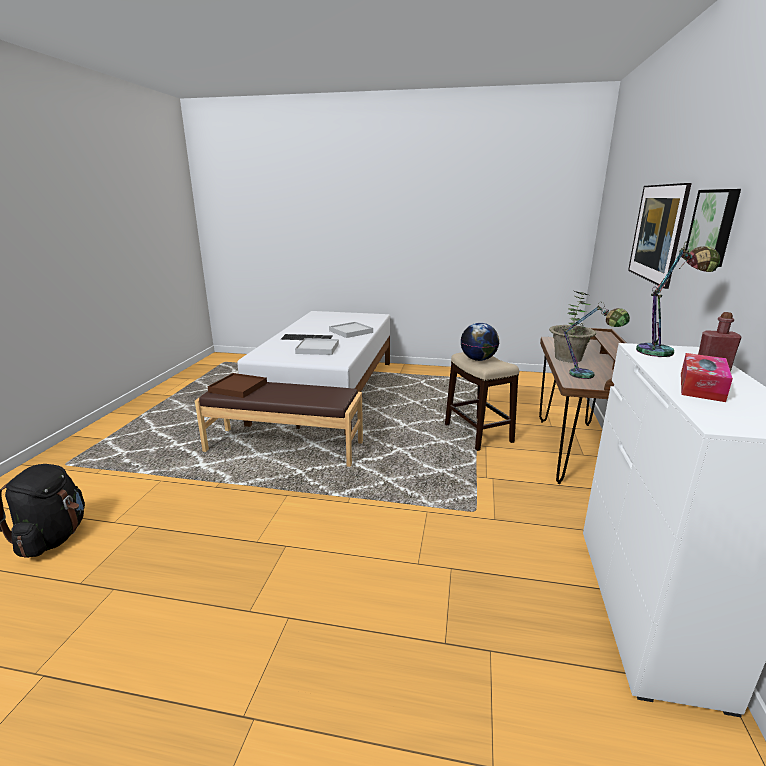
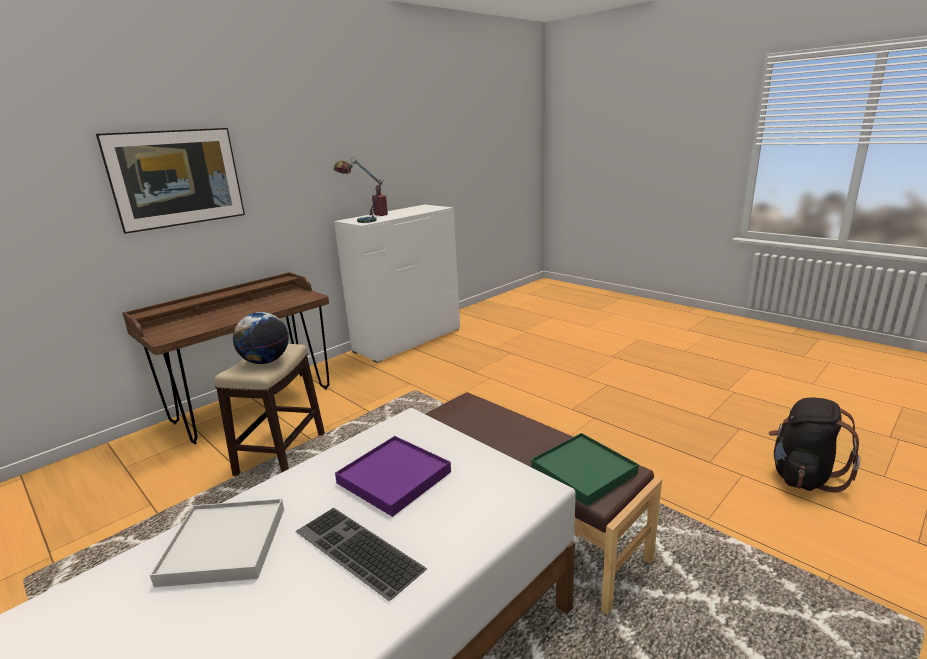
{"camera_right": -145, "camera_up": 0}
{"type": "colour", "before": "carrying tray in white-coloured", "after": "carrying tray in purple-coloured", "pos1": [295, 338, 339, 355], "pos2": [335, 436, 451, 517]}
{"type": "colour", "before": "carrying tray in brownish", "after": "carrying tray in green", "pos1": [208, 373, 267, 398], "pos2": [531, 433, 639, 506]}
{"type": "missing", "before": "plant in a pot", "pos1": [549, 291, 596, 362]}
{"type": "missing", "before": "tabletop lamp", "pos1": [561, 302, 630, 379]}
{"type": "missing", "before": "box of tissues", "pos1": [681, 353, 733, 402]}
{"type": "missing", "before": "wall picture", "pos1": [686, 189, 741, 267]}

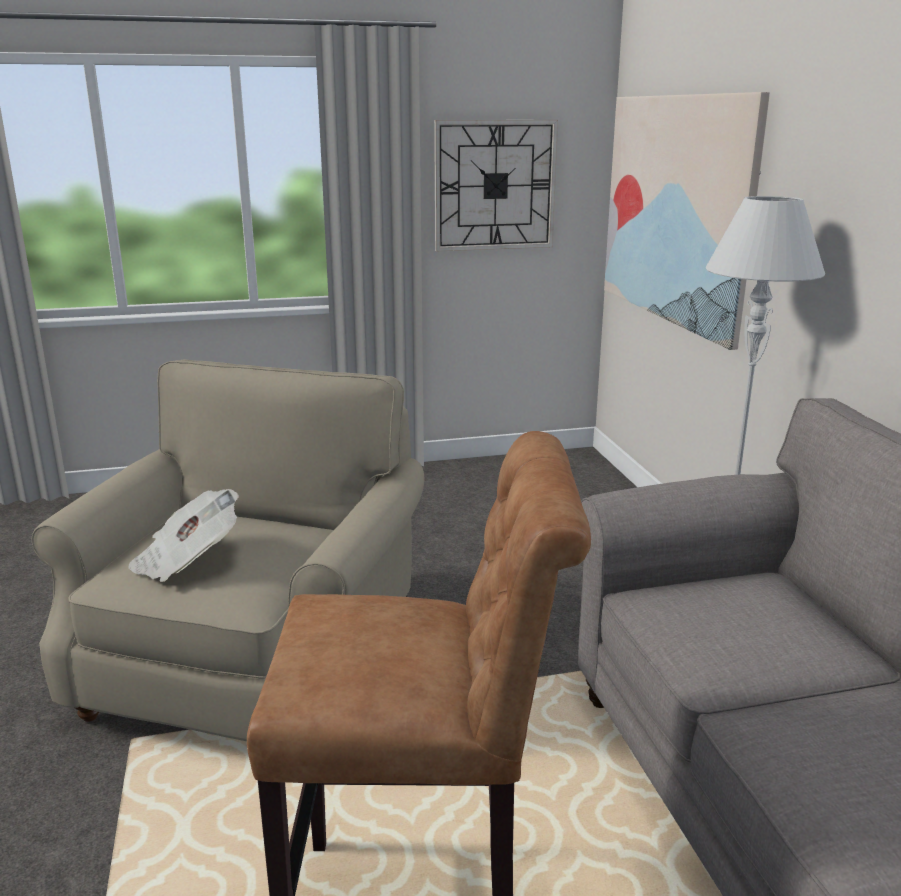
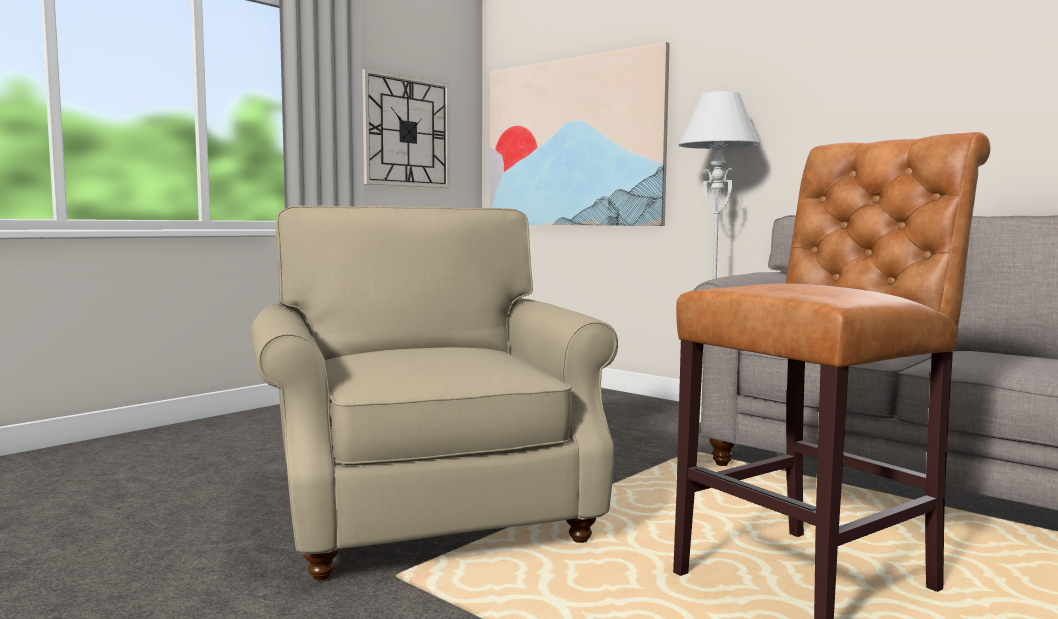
{"camera_right": -35, "camera_up": -15}
{"type": "missing", "before": "newspaper", "pos1": [128, 489, 239, 582]}

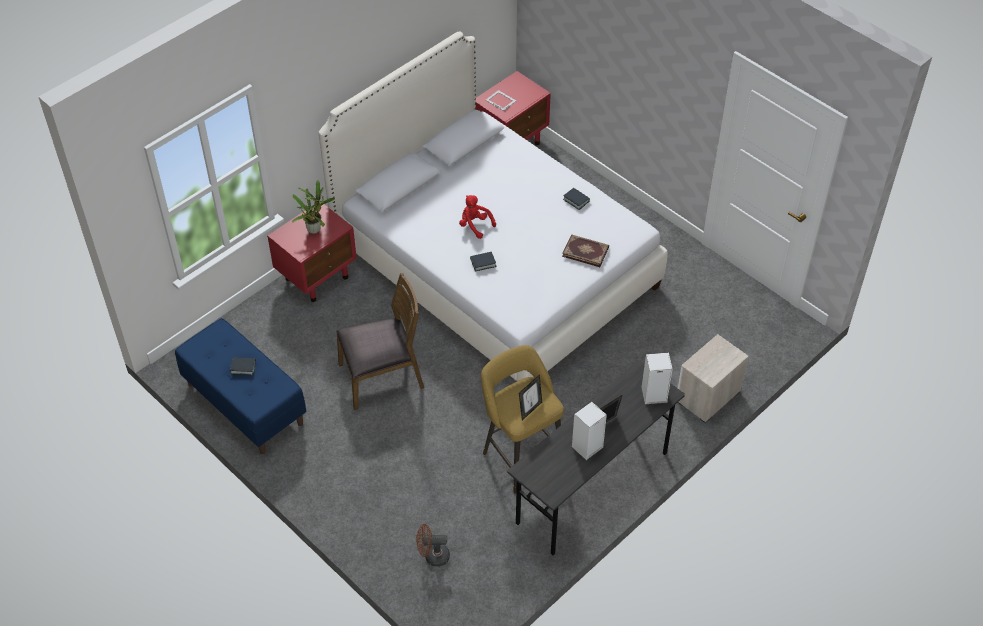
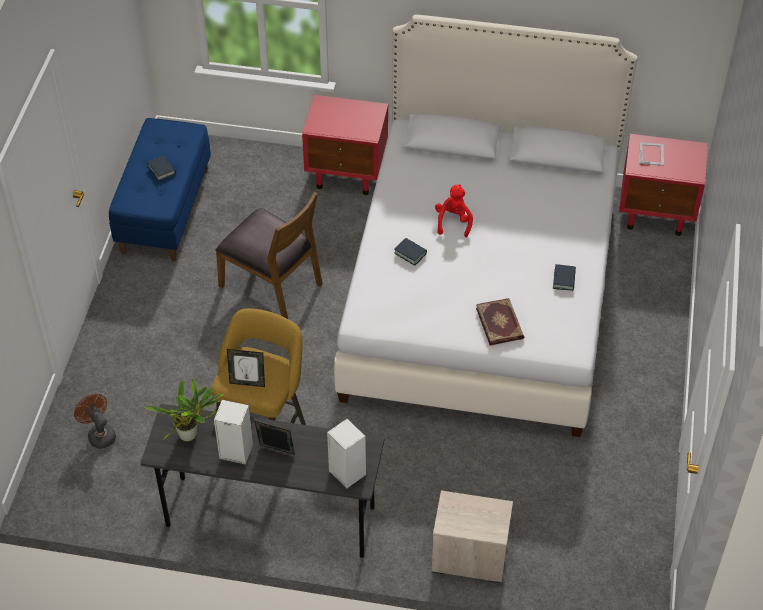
{"camera_right": 55, "camera_up": 0}
{"type": "relocated", "before": "plant in a pot", "pos1": [292, 180, 335, 234], "pos2": [144, 379, 225, 441]}

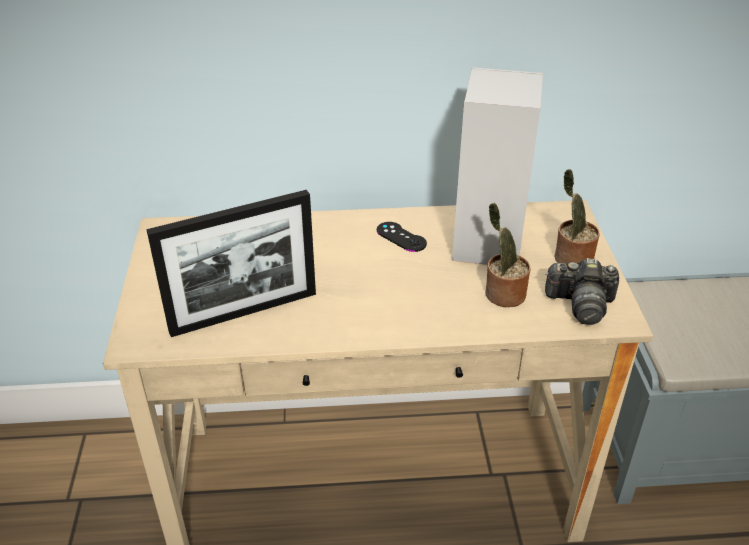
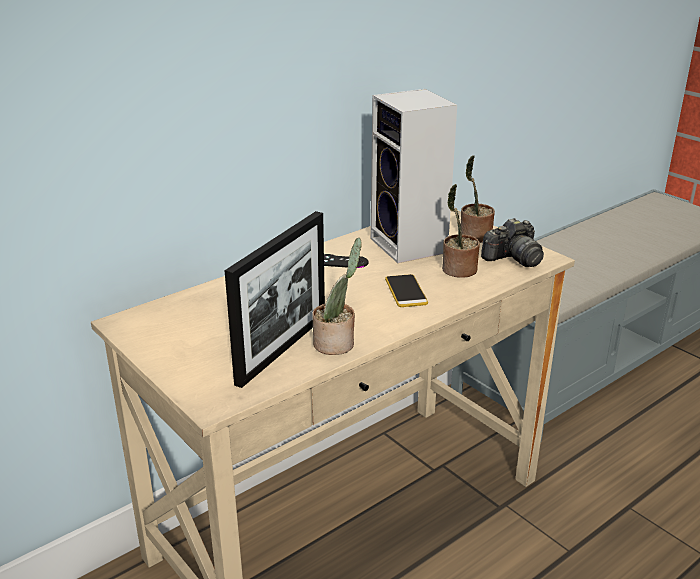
{"camera_right": -35, "camera_up": -10}
{"type": "appeared", "after": "plant in a pot", "pos2": [312, 238, 362, 355]}
{"type": "appeared", "after": "telephone", "pos2": [385, 274, 428, 307]}

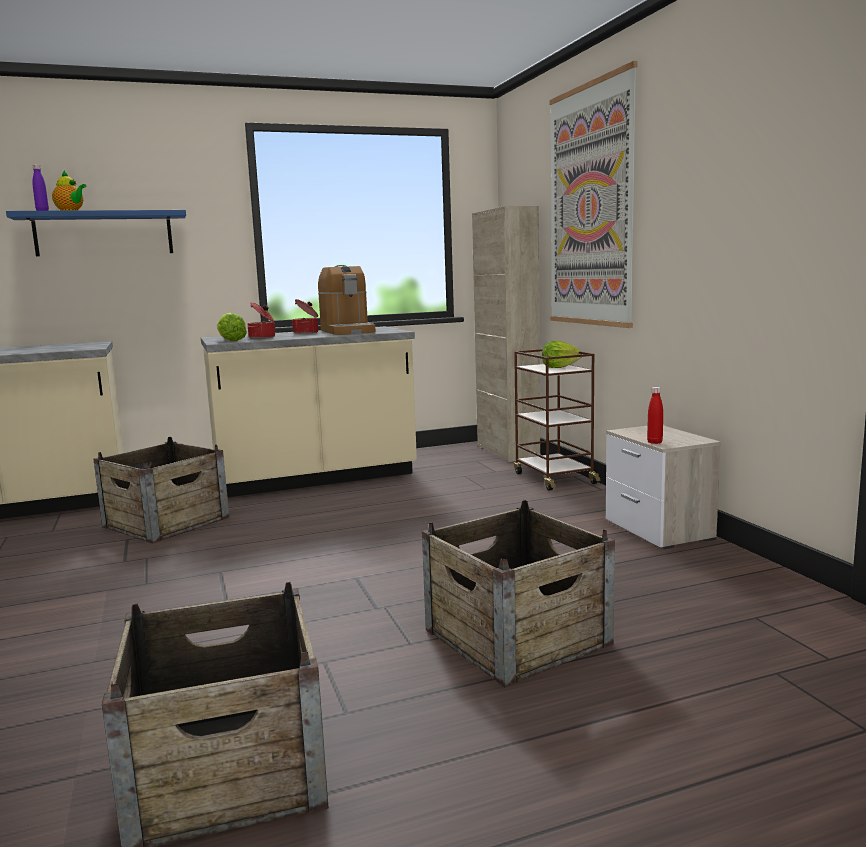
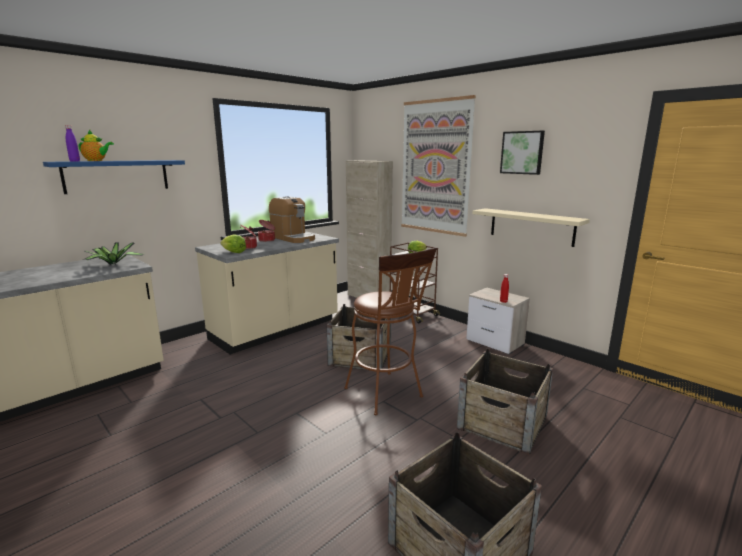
{"camera_right": -25, "camera_up": 5}
{"type": "appeared", "after": "plant in a pot", "pos2": [83, 242, 144, 265]}
{"type": "relocated", "before": "packing crate", "pos1": [93, 437, 229, 544], "pos2": [327, 304, 391, 370]}
{"type": "appeared", "after": "sitting stool in brownish", "pos2": [344, 248, 437, 415]}
{"type": "appeared", "after": "wall shelf in sand-coloured", "pos2": [472, 208, 590, 247]}
{"type": "appeared", "after": "wall picture", "pos2": [500, 131, 545, 175]}

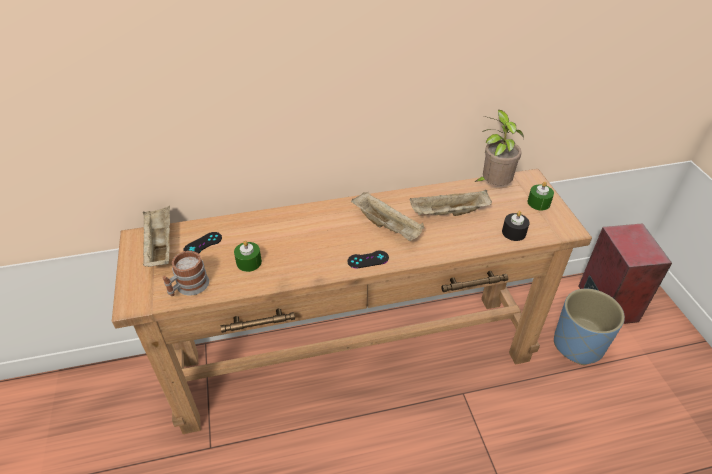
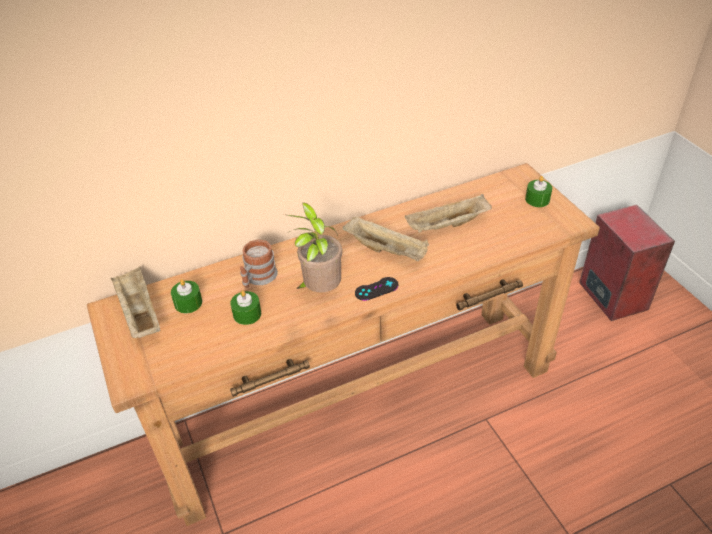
{"camera_right": -10, "camera_up": 0}
{"type": "exchanged", "before": "joypad in black-coloured", "after": "wax light in green", "pos1": [183, 232, 222, 253], "pos2": [171, 279, 202, 313]}
{"type": "relocated", "before": "coffee mug", "pos1": [162, 251, 209, 296], "pos2": [240, 239, 278, 288]}
{"type": "relocated", "before": "plant in a pot", "pos1": [474, 110, 524, 185], "pos2": [284, 202, 342, 292]}
{"type": "missing", "before": "wax light in black-coloured", "pos1": [502, 211, 530, 241]}
{"type": "missing", "before": "plant pot in bluish", "pos1": [554, 289, 625, 365]}

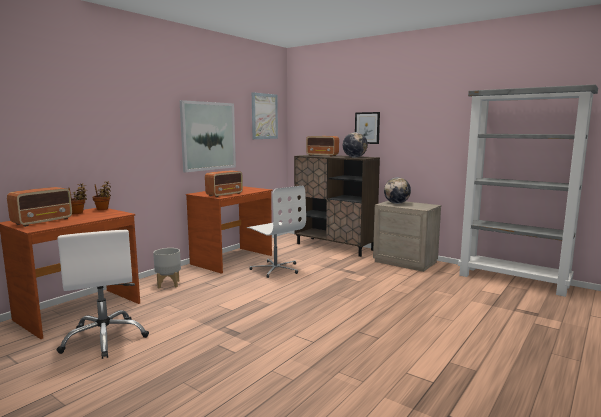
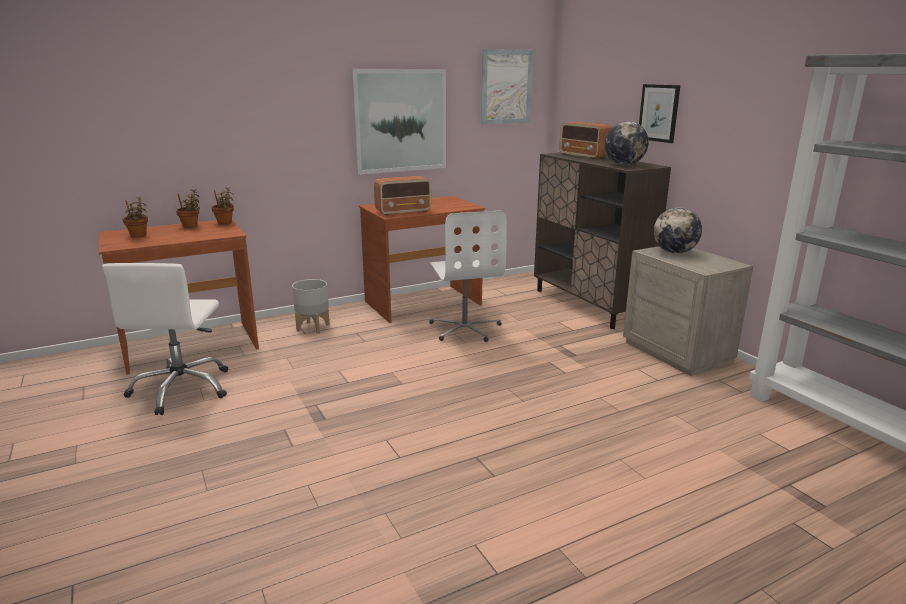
{"camera_right": 25, "camera_up": 10}
{"type": "exchanged", "before": "radio receiver", "after": "plant in a pot", "pos1": [7, 187, 72, 227], "pos2": [122, 197, 148, 238]}

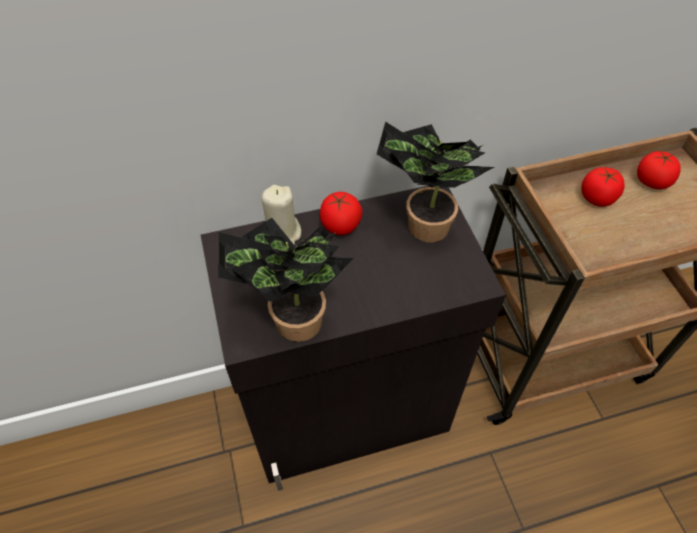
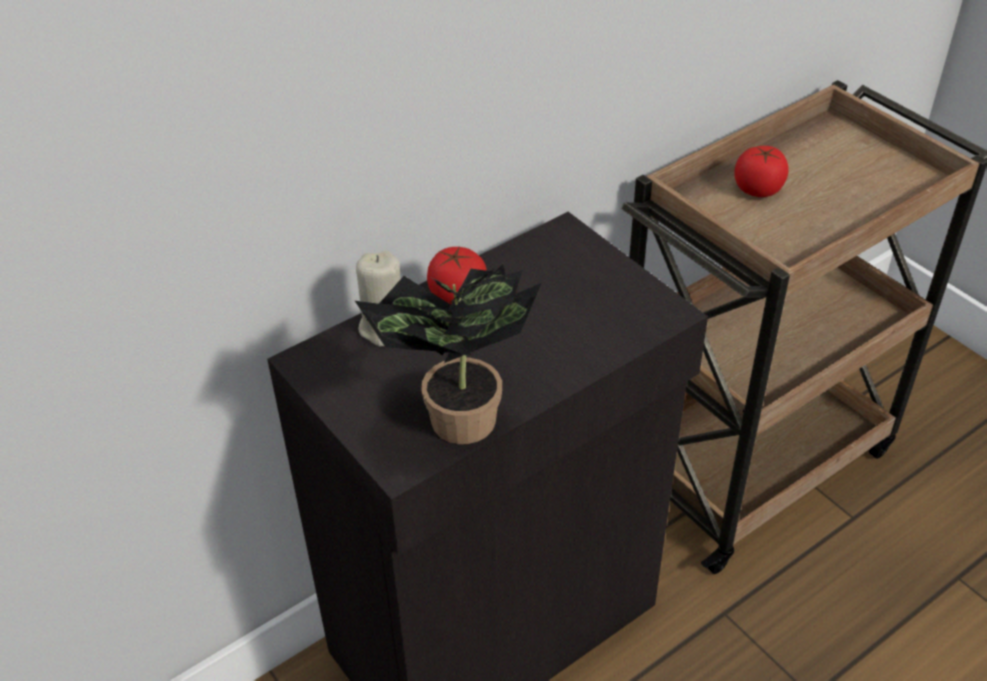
{"camera_right": -20, "camera_up": -10}
{"type": "missing", "before": "plant in a pot", "pos1": [377, 121, 495, 242]}
{"type": "missing", "before": "tomato", "pos1": [637, 151, 681, 189]}

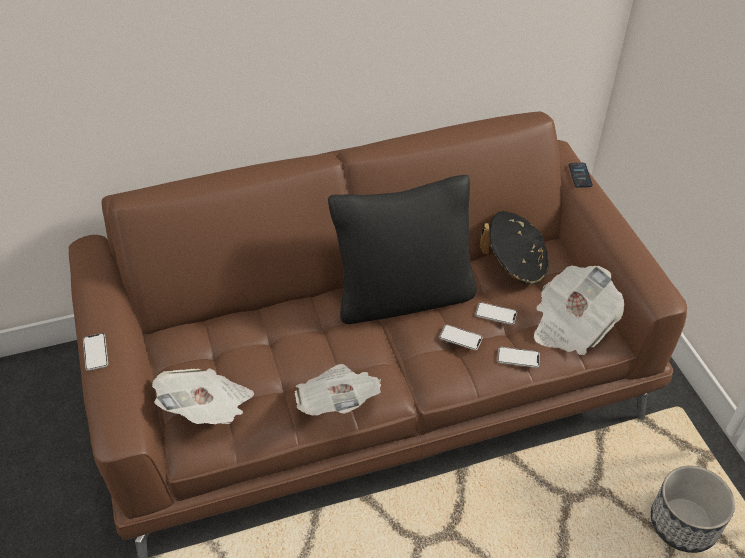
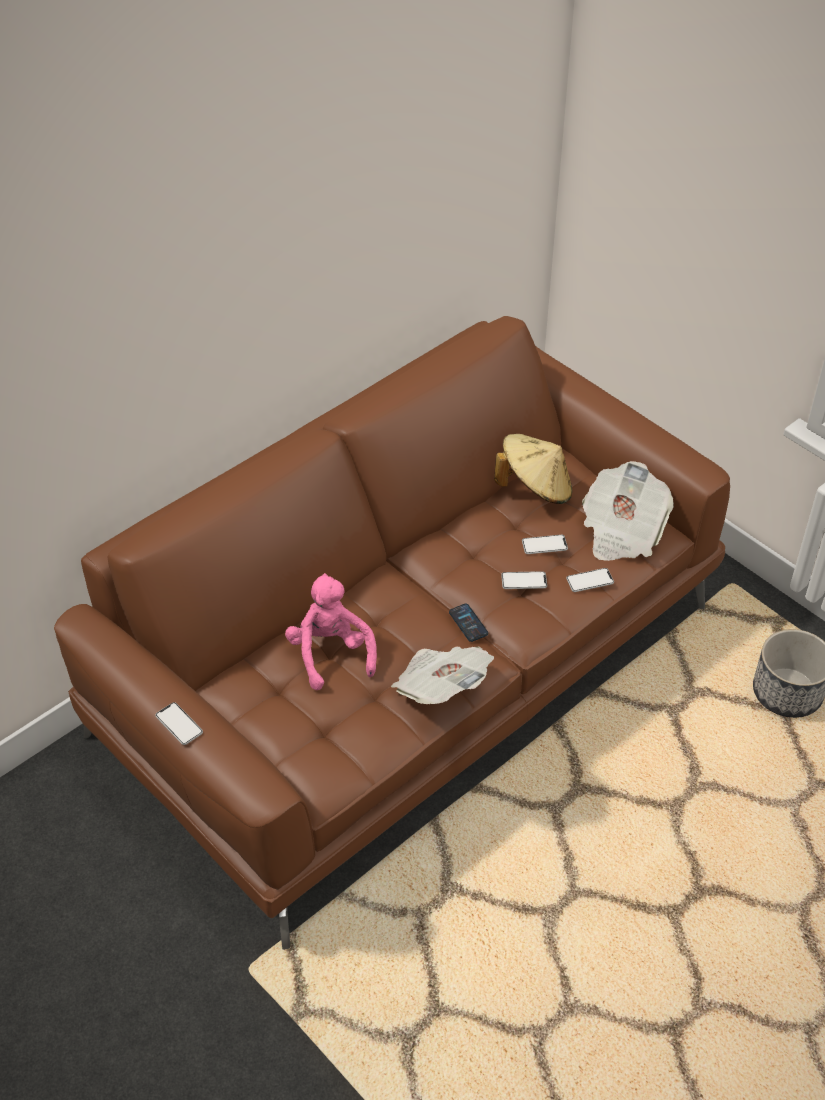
{"camera_right": -25, "camera_up": 0}
{"type": "appeared", "after": "soft toy in pink-coloured", "pos2": [285, 573, 377, 690]}
{"type": "relocated", "before": "telephone", "pos1": [568, 163, 593, 188], "pos2": [449, 604, 488, 642]}
{"type": "colour", "before": "clothing hat in black-coloured", "after": "clothing hat in sand-coloured", "pos1": [480, 211, 549, 284], "pos2": [494, 434, 572, 504]}
{"type": "missing", "before": "newspaper", "pos1": [152, 369, 254, 424]}
{"type": "missing", "before": "throw pillow in black-coloured", "pos1": [328, 175, 477, 324]}

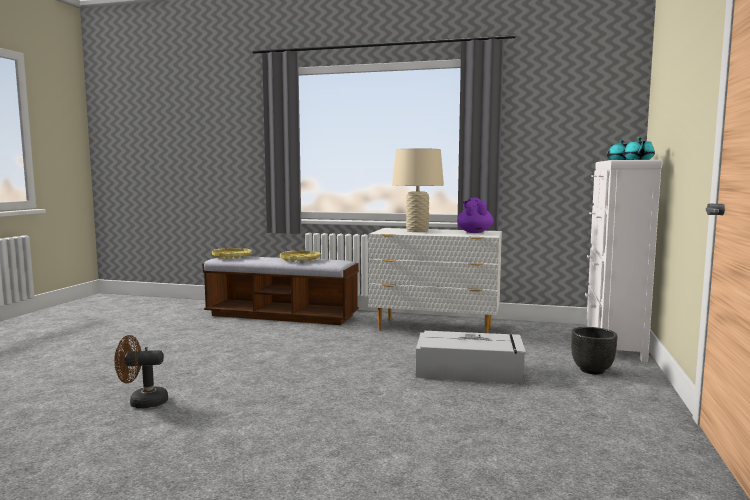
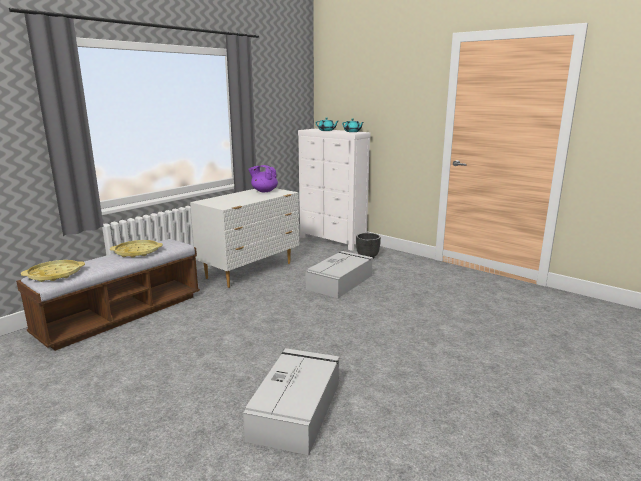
{"camera_right": -65, "camera_up": 10}
{"type": "exchanged", "before": "fan in brownish", "after": "storage box in gray", "pos1": [114, 335, 168, 408], "pos2": [243, 348, 340, 455]}
{"type": "missing", "before": "tabletop lamp in sand-coloured", "pos1": [392, 148, 444, 232]}

